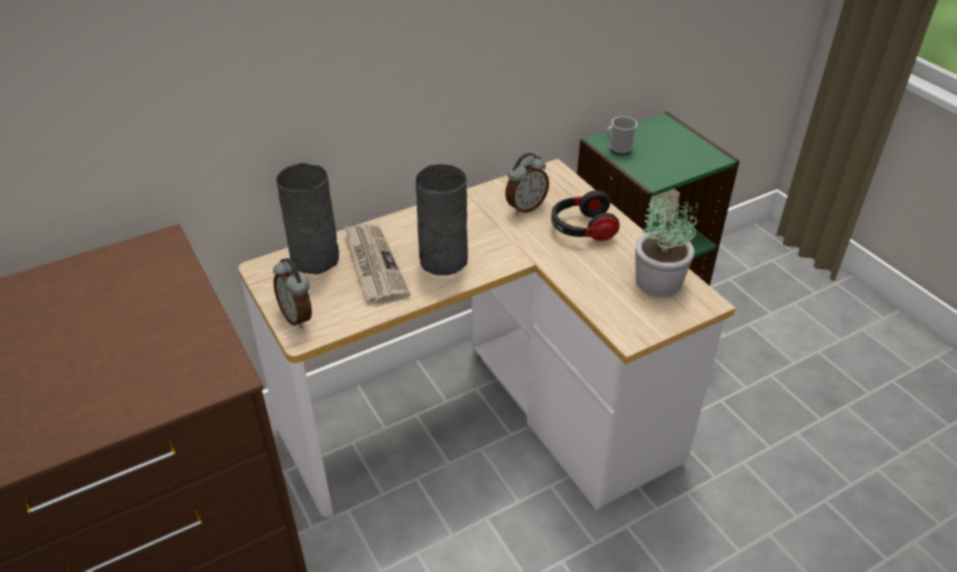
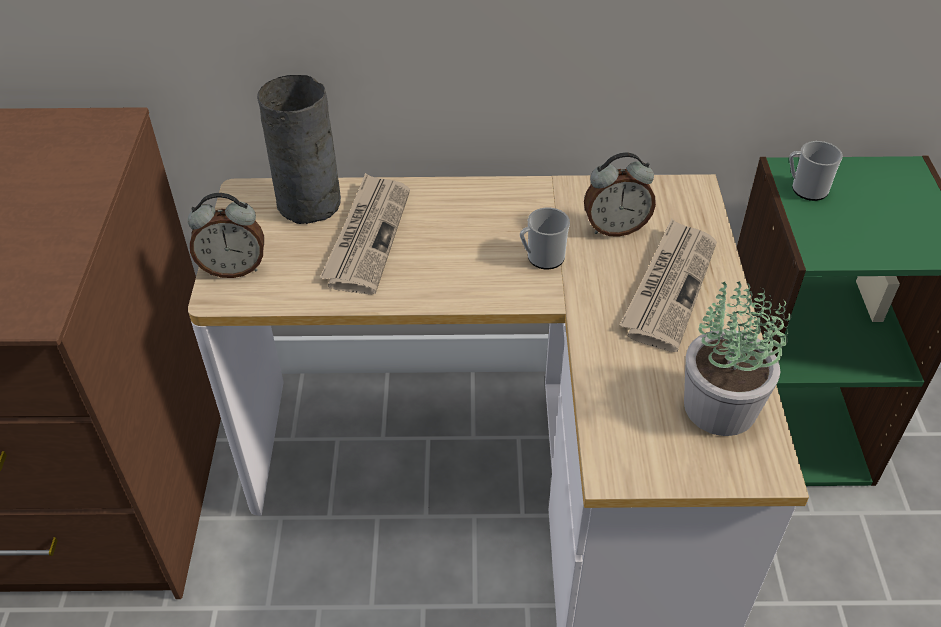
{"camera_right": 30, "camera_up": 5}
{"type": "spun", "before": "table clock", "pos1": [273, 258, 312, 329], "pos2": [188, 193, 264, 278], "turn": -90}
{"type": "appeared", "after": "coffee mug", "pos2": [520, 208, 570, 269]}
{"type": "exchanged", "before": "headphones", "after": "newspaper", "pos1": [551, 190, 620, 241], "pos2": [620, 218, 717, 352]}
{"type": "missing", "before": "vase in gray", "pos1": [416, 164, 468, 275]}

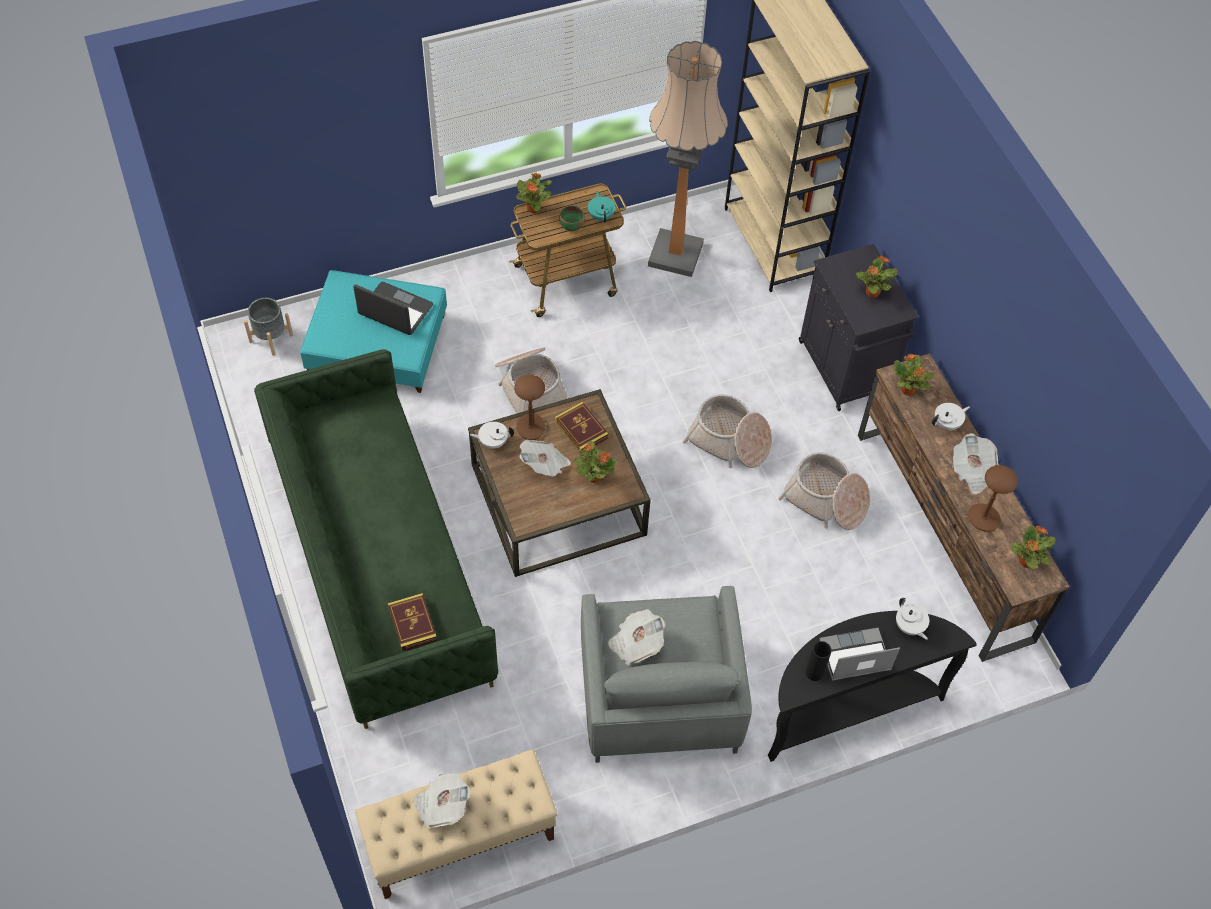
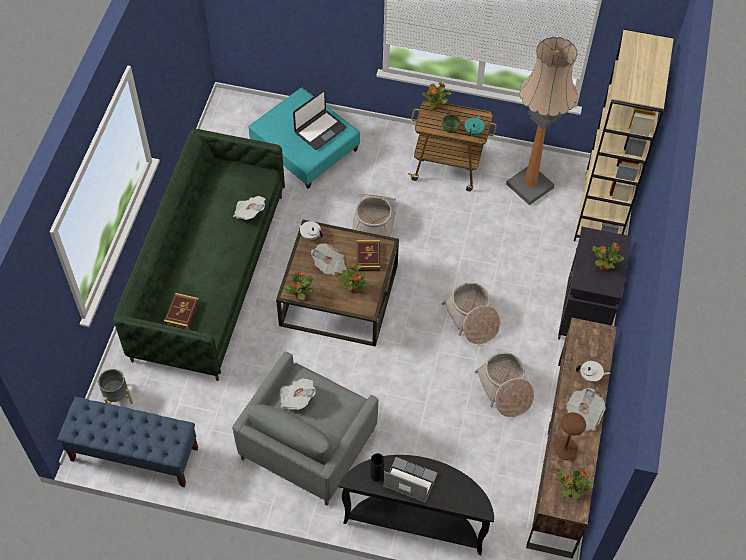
{"camera_right": 35, "camera_up": 0}
{"type": "colour", "before": "bench in sand-coloured", "after": "bench in bluish", "pos1": [355, 749, 558, 899], "pos2": [58, 397, 198, 487]}
{"type": "relocated", "before": "plant pot in gray", "pos1": [244, 298, 293, 356], "pos2": [97, 369, 133, 404]}
{"type": "relocated", "before": "newspaper", "pos1": [413, 773, 471, 828], "pos2": [233, 196, 265, 220]}
{"type": "relocated", "before": "plant in a pot", "pos1": [894, 354, 935, 395], "pos2": [285, 271, 313, 301]}
{"type": "spun", "before": "laptop", "pos1": [353, 282, 433, 335], "pos2": [293, 90, 346, 150], "turn": 75}
{"type": "missing", "before": "tabletop lamp in brownish", "pos1": [514, 375, 545, 440]}
{"type": "missing", "before": "tea pot in white-coloured", "pos1": [896, 598, 929, 640]}

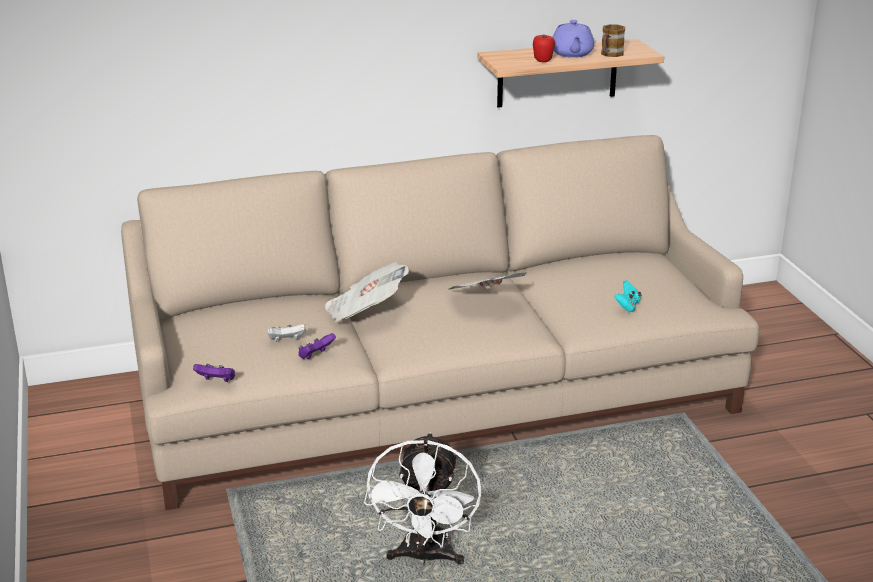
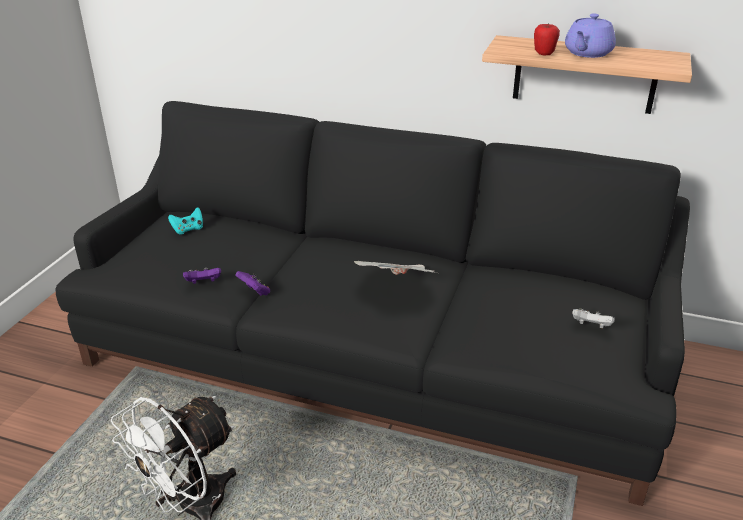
{"camera_right": 35, "camera_up": 5}
{"type": "colour", "before": "settee in sand-coloured", "after": "settee in black-coloured", "pos1": [121, 135, 759, 510], "pos2": [55, 101, 690, 506]}
{"type": "relocated", "before": "joypad in blue-green", "pos1": [614, 280, 642, 312], "pos2": [168, 207, 203, 234]}
{"type": "relocated", "before": "joypad in purple-coloured", "pos1": [193, 364, 235, 382], "pos2": [236, 271, 270, 296]}
{"type": "relocated", "before": "joypad in white-coloured", "pos1": [267, 324, 306, 342], "pos2": [572, 308, 615, 329]}
{"type": "missing", "before": "newspaper", "pos1": [325, 262, 409, 322]}
{"type": "missing", "before": "coffee mug", "pos1": [601, 24, 625, 57]}

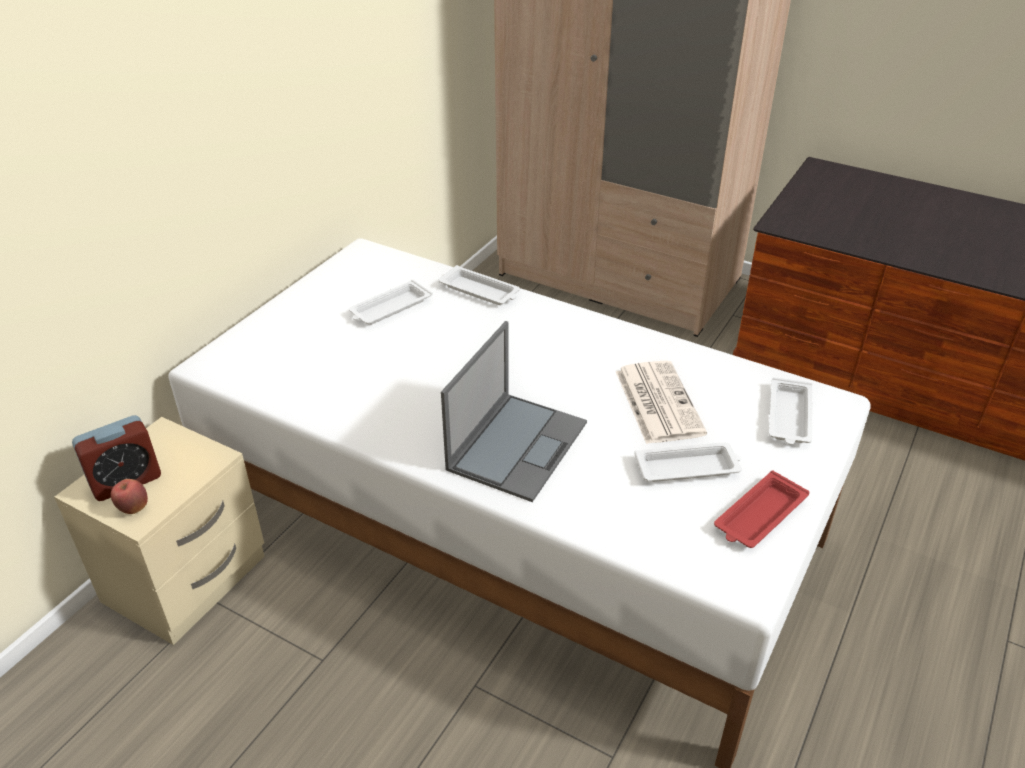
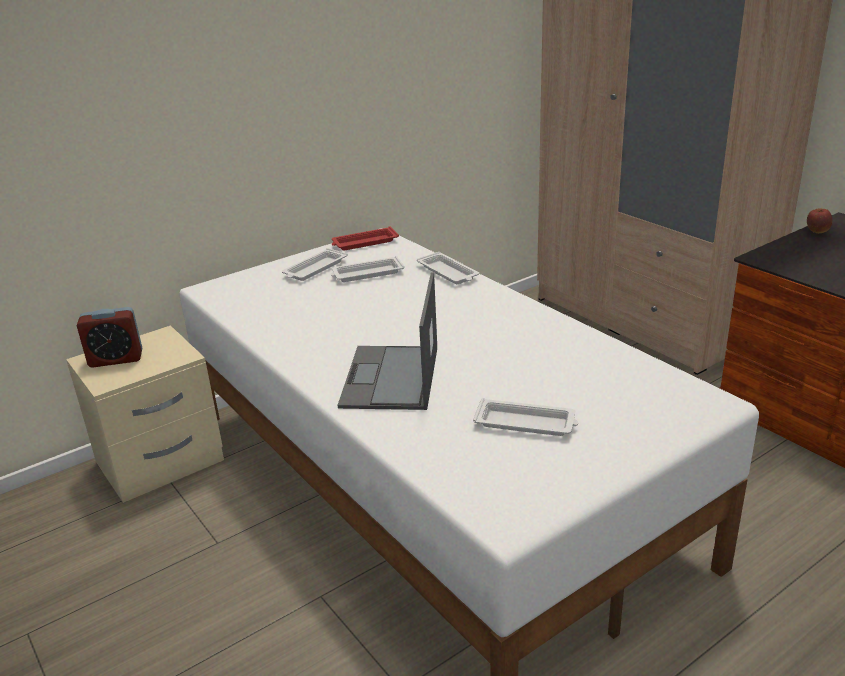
{"camera_right": 25, "camera_up": -10}
{"type": "relocated", "before": "carrying tray in white-coloured", "pos1": [769, 377, 812, 445], "pos2": [282, 248, 348, 281]}
{"type": "relocated", "before": "carrying tray in red-coloured", "pos1": [714, 471, 809, 548], "pos2": [332, 226, 399, 251]}
{"type": "spun", "before": "laptop", "pos1": [441, 321, 587, 502], "pos2": [338, 273, 437, 410], "turn": 135}
{"type": "relocated", "before": "apple", "pos1": [111, 479, 148, 514], "pos2": [807, 209, 832, 233]}
{"type": "missing", "before": "newspaper", "pos1": [616, 360, 707, 444]}

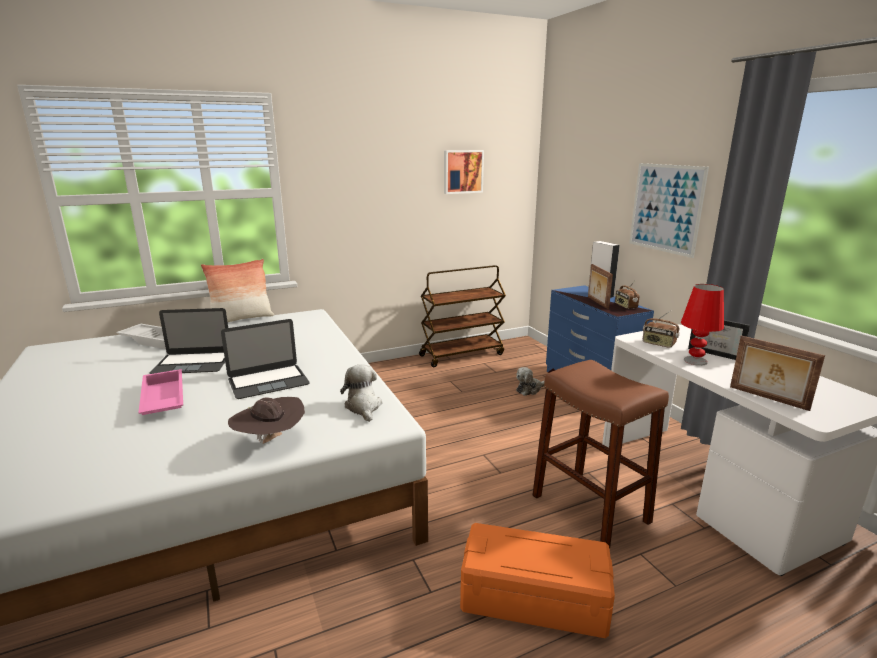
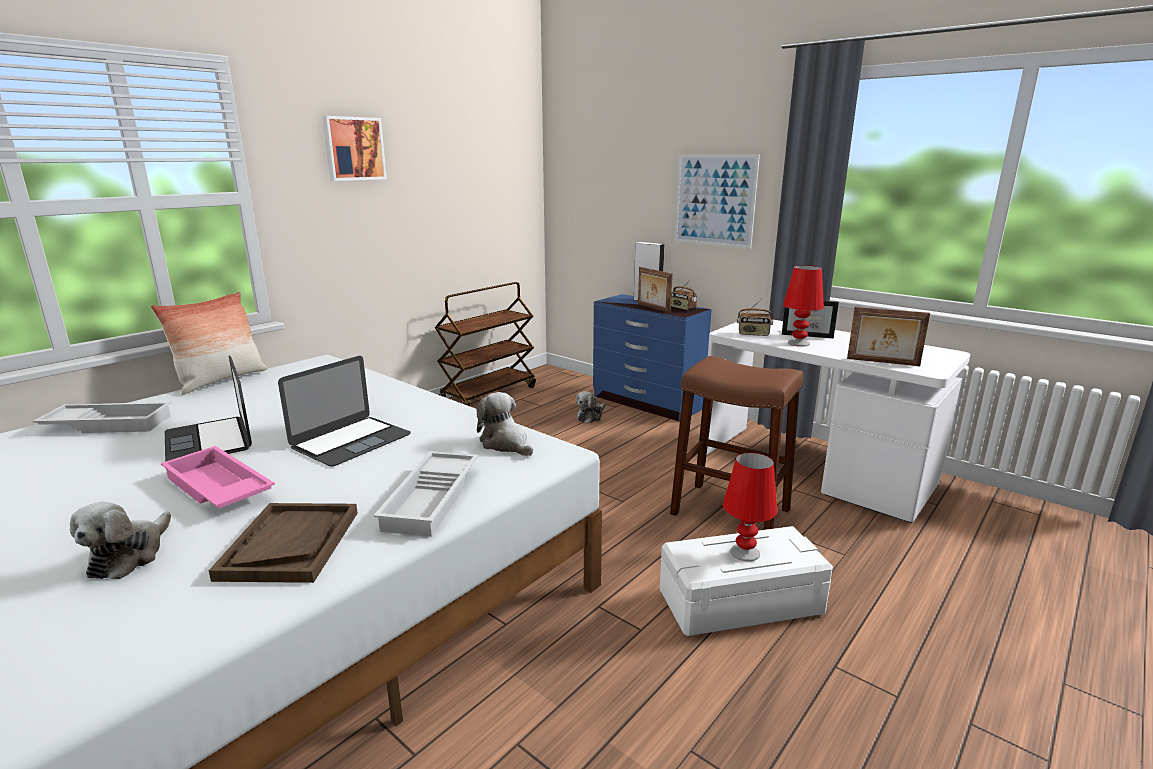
{"camera_right": -25, "camera_up": 0}
{"type": "appeared", "after": "soft toy", "pos2": [70, 502, 171, 579]}
{"type": "spun", "before": "laptop", "pos1": [150, 308, 228, 374], "pos2": [165, 355, 252, 462], "turn": 90}
{"type": "appeared", "after": "carrying tray in brownish", "pos2": [209, 503, 358, 583]}
{"type": "relocated", "before": "wall picture", "pos1": [444, 150, 484, 194], "pos2": [322, 116, 387, 181]}
{"type": "exchanged", "before": "clothing hat in brownish", "after": "carrying tray in white-coloured", "pos1": [228, 397, 305, 444], "pos2": [373, 451, 478, 537]}
{"type": "colour", "before": "storage box in orange-coloured", "after": "storage box in white-coloured", "pos1": [460, 523, 615, 638], "pos2": [660, 526, 833, 636]}
{"type": "appeared", "after": "tabletop lamp in red-coloured", "pos2": [723, 452, 777, 562]}

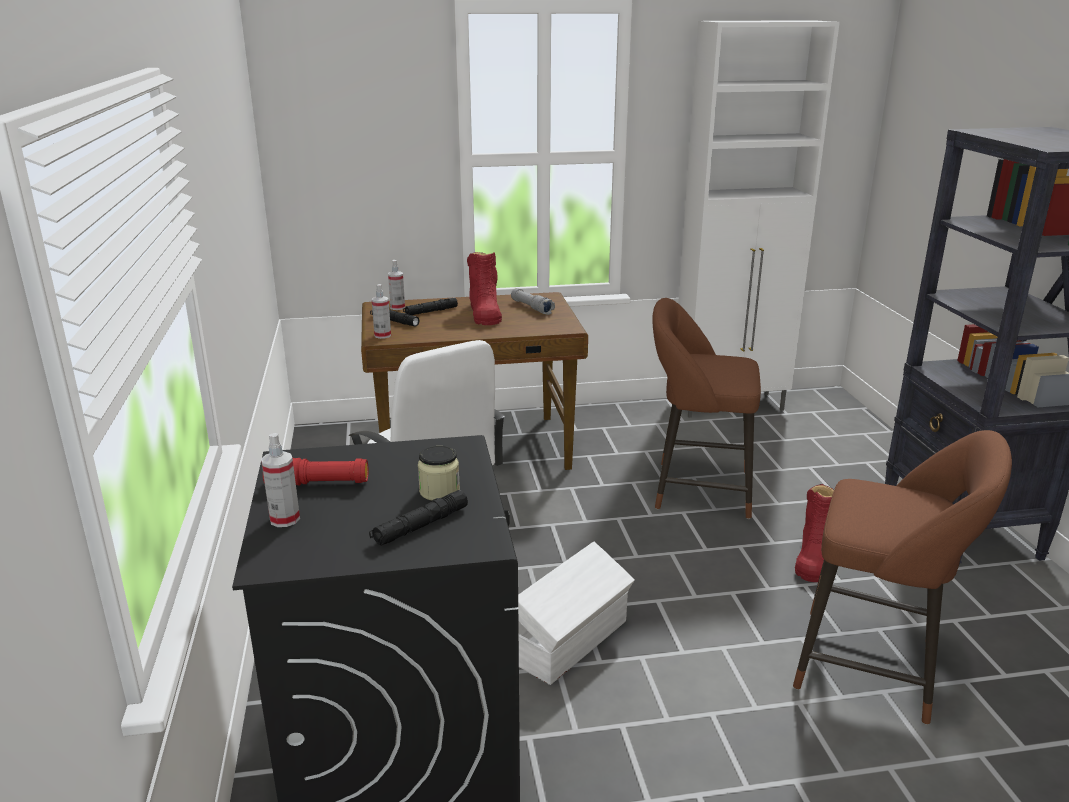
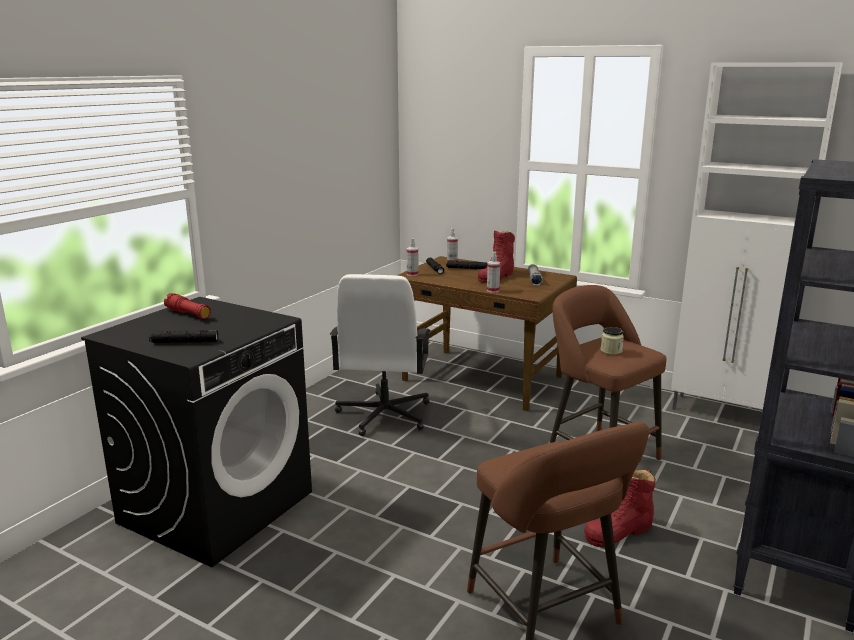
{"camera_right": 40, "camera_up": -5}
{"type": "relocated", "before": "sprayer", "pos1": [261, 433, 300, 527], "pos2": [487, 252, 500, 293]}
{"type": "relocated", "before": "preserve jar", "pos1": [418, 446, 460, 501], "pos2": [601, 327, 624, 355]}
{"type": "missing", "before": "storage box in white-coloured", "pos1": [518, 542, 635, 685]}

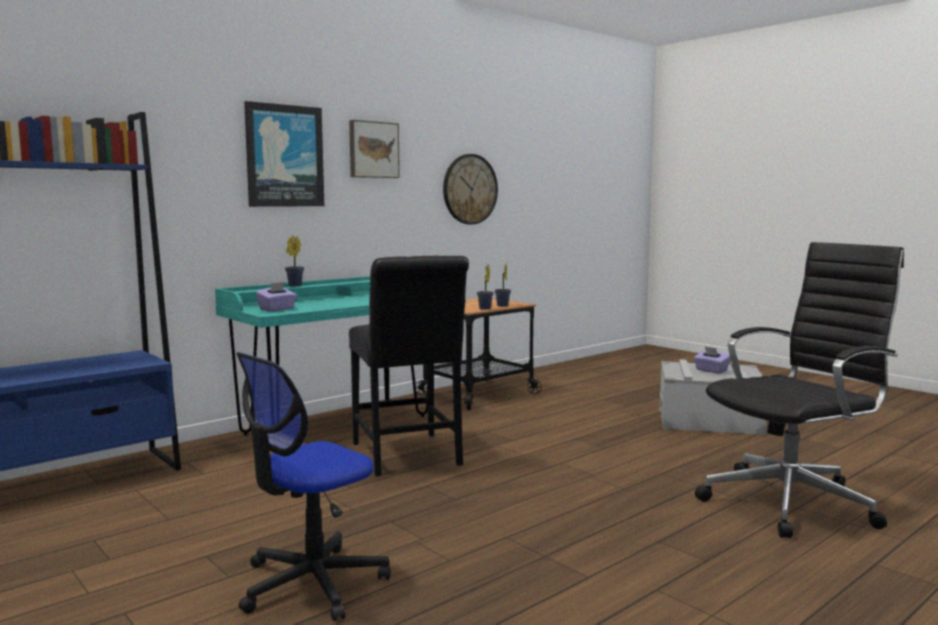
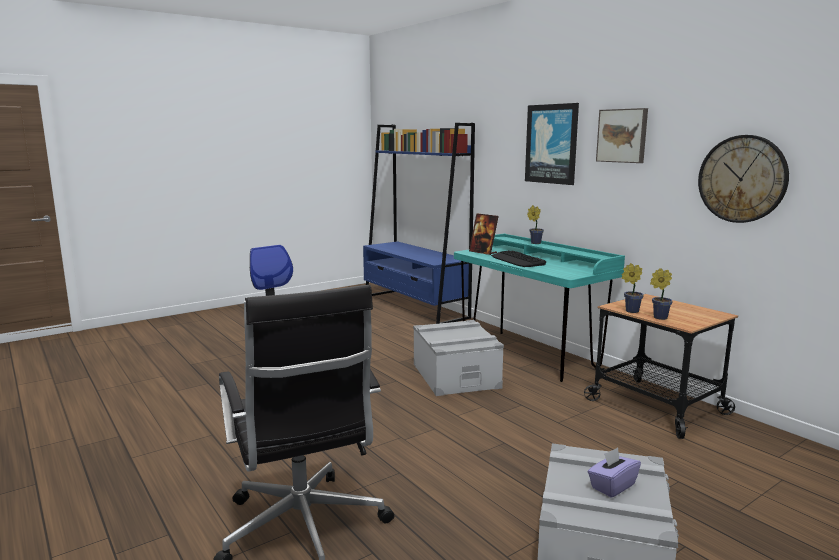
{"camera_right": 95, "camera_up": 5}
{"type": "exchanged", "before": "plain chair in black-coloured", "after": "storage box in gray", "pos1": [349, 255, 469, 476], "pos2": [413, 320, 504, 396]}
{"type": "exchanged", "before": "box of tissues in purple-coloured", "after": "standing frame", "pos1": [255, 282, 297, 311], "pos2": [469, 213, 499, 255]}
{"type": "appeared", "after": "PC keyboard", "pos2": [491, 250, 546, 267]}

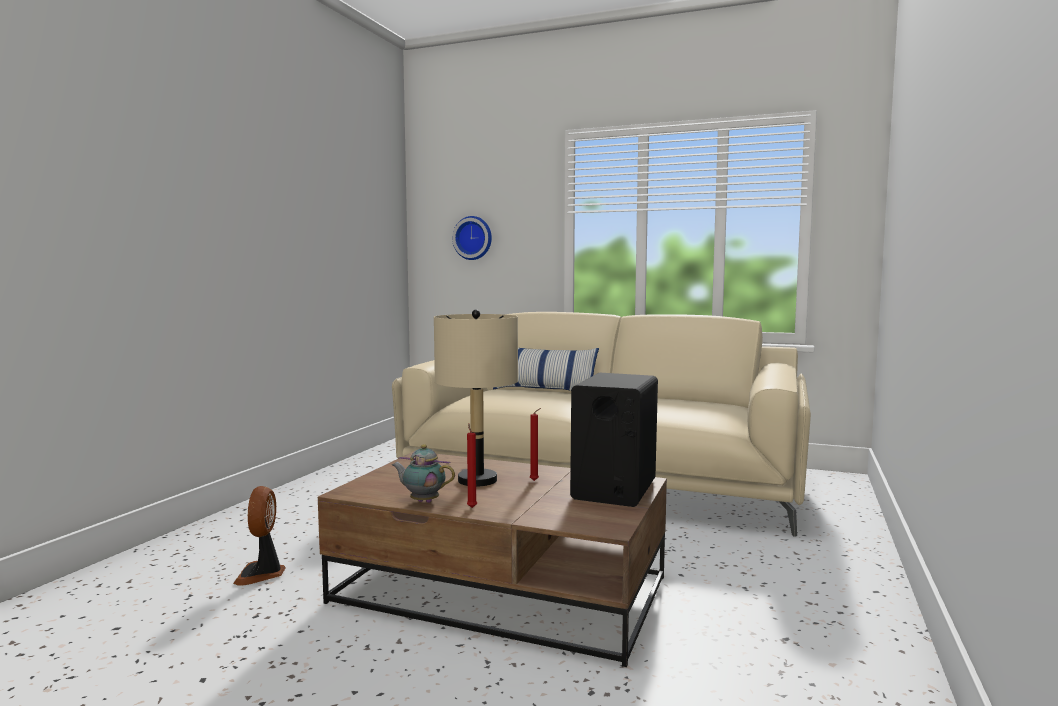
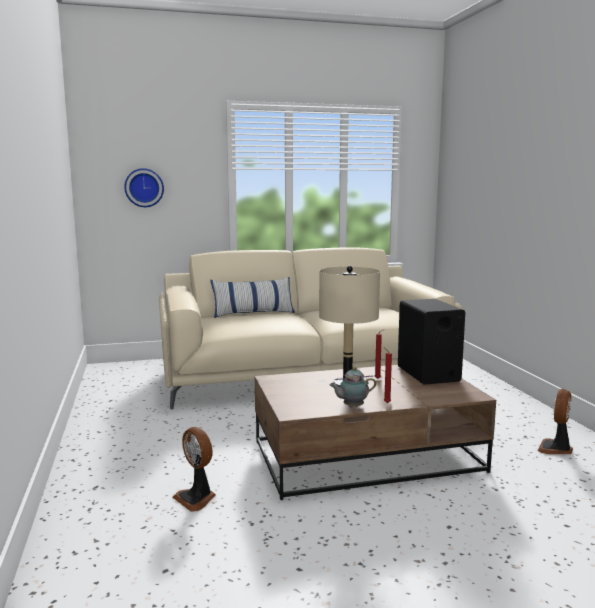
{"camera_right": -35, "camera_up": 5}
{"type": "appeared", "after": "fan", "pos2": [537, 389, 573, 454]}

